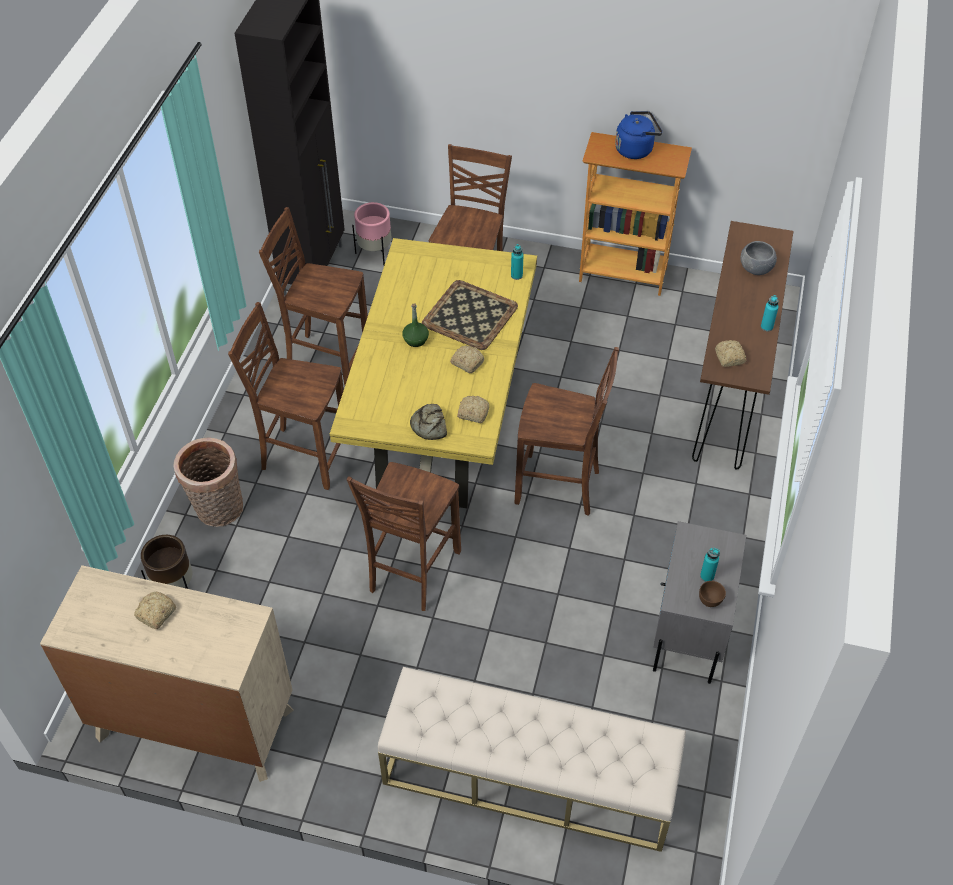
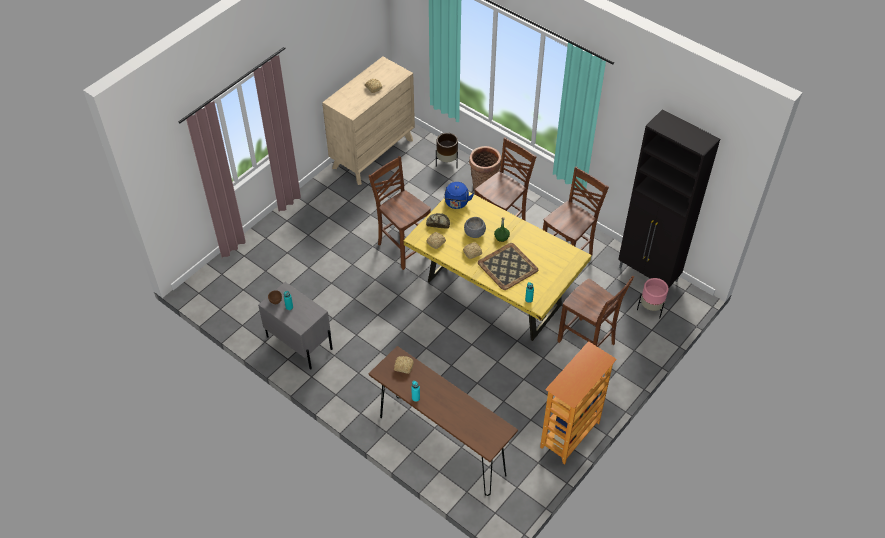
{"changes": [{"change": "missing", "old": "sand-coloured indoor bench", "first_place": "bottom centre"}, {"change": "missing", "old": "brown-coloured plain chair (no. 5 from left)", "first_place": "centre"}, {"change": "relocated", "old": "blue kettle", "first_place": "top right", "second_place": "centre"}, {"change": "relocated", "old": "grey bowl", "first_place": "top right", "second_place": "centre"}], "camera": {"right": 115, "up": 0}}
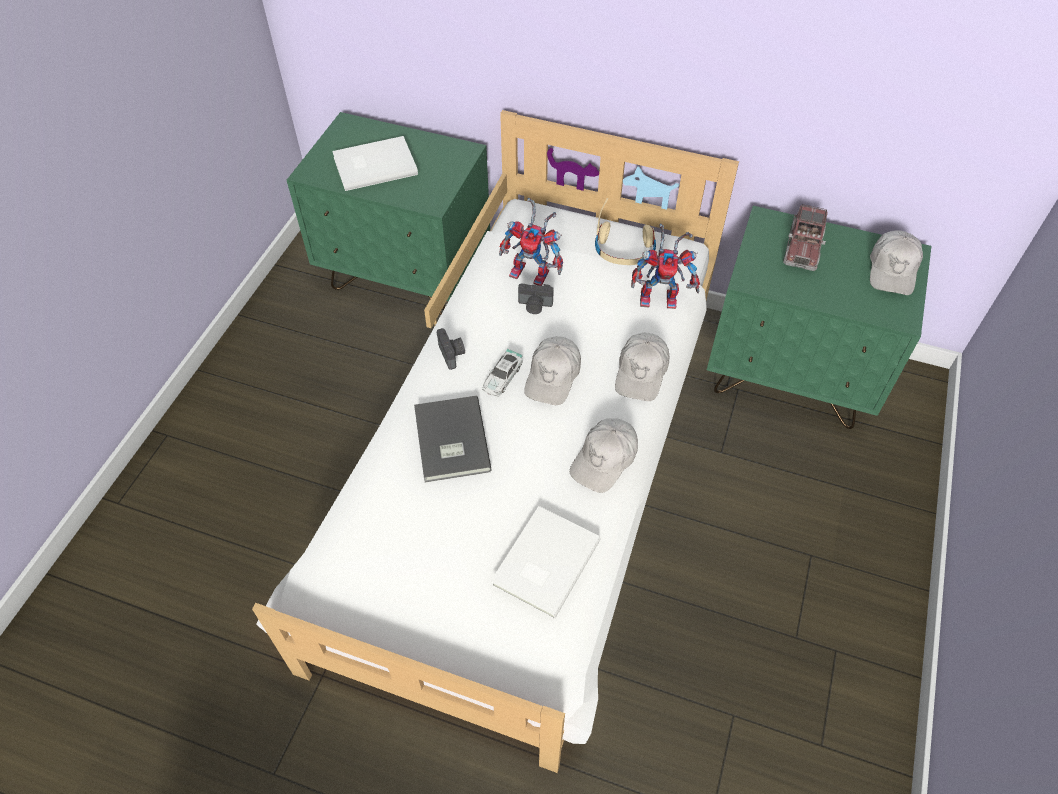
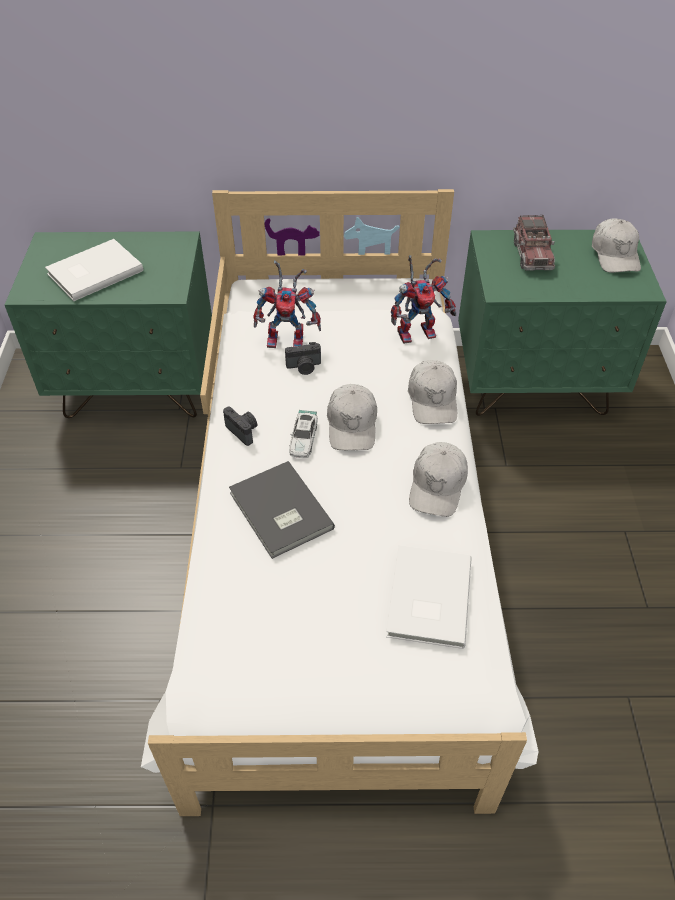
{"changes": [{"change": "missing", "old": "sand-coloured pair of headphones", "first_place": "top centre"}], "camera": {"right": -20, "up": -5}}
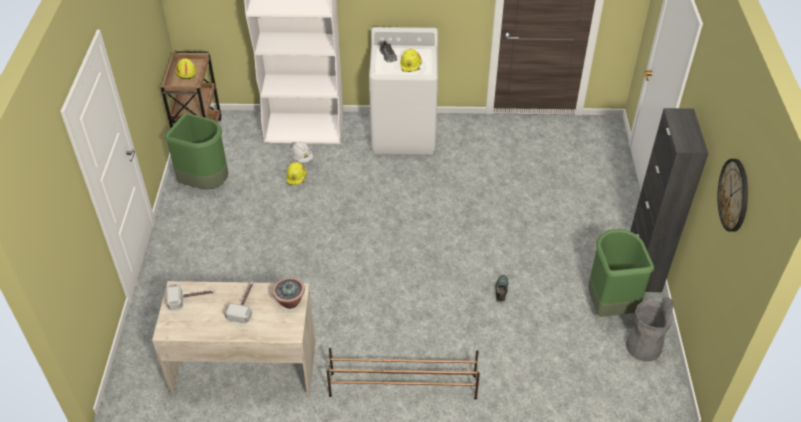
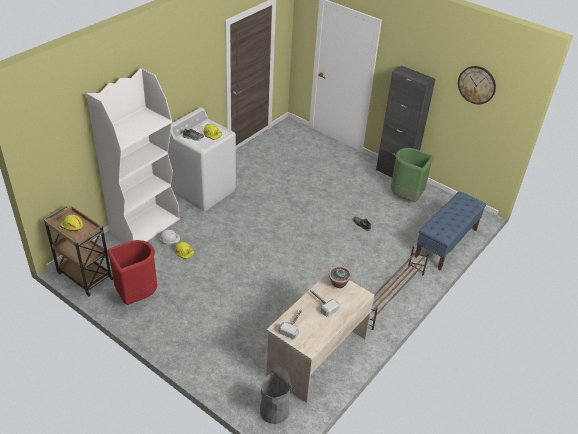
{"changes": [{"change": "colour", "old": "green trash can (no. 1 from left)", "new": "red-coloured trash can", "first_place": "middle left", "second_place": "middle left"}, {"change": "relocated", "old": "grey trash can", "first_place": "bottom right", "second_place": "bottom centre"}, {"change": "appeared", "new": "blue indoor bench", "second_place": "middle right"}], "camera": {"right": -55, "up": -5}}
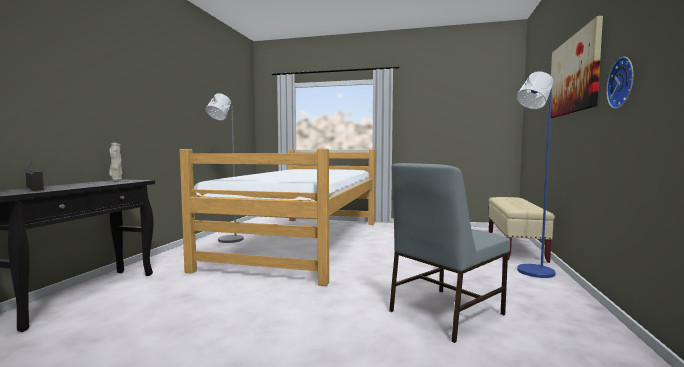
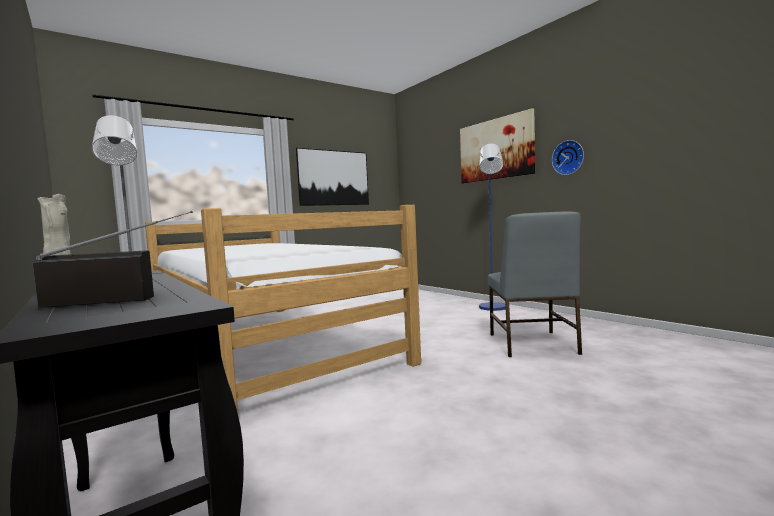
{"changes": [{"change": "missing", "old": "sand-coloured indoor bench", "first_place": "middle right"}, {"change": "appeared", "new": "wall art (no. 1 from left)", "second_place": "centre"}], "camera": {"right": -50, "up": 0}}
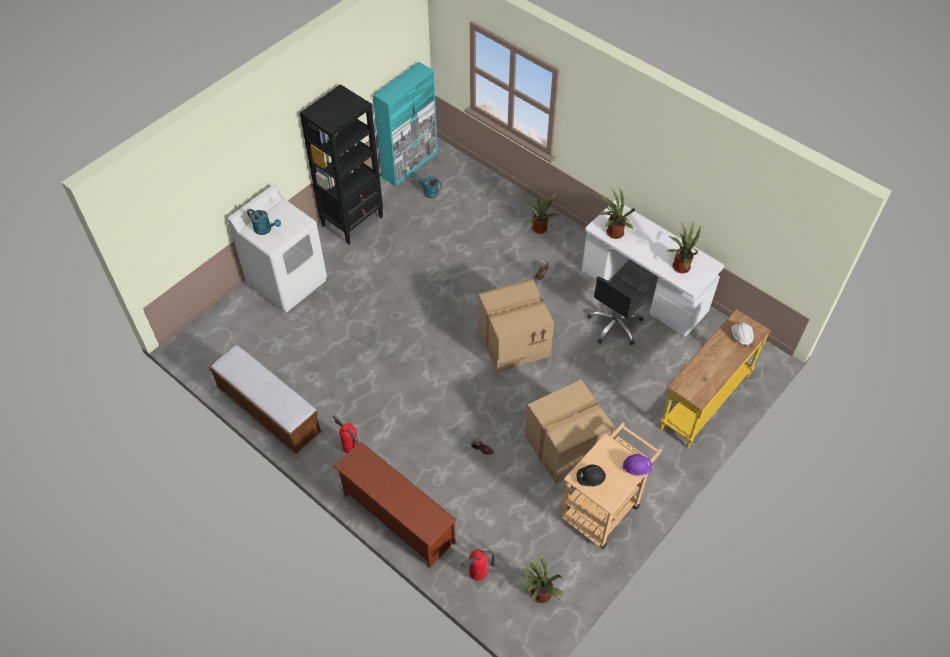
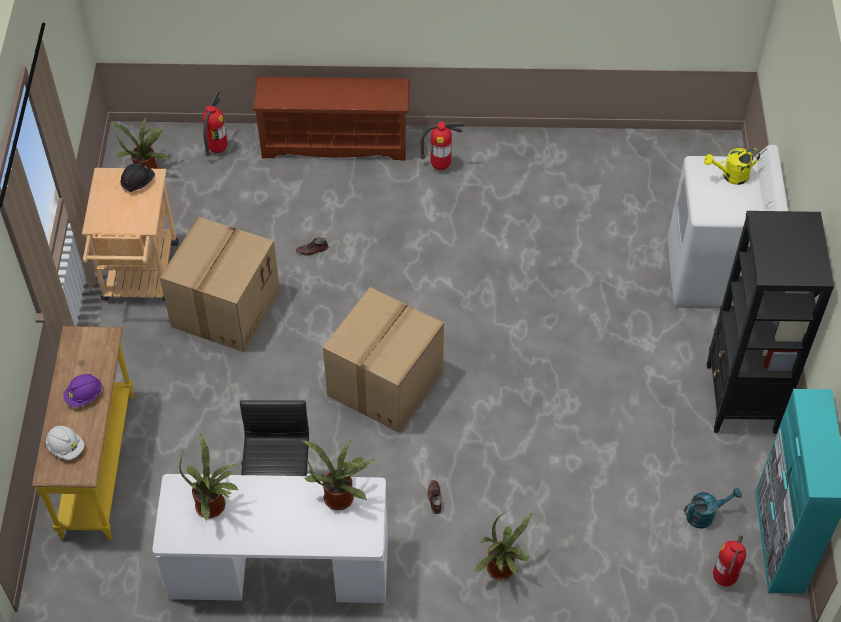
{"changes": [{"change": "missing", "old": "indoor bench", "first_place": "middle left"}, {"change": "colour", "old": "turquoise watering can (no. 1 from left)", "new": "yellow watering can", "first_place": "middle left", "second_place": "top right"}, {"change": "relocated", "old": "purplish safety helmet", "first_place": "bottom right", "second_place": "middle left"}, {"change": "appeared", "new": "fire-fighting cylinder (no. 3 from left)", "second_place": "bottom right"}], "camera": {"right": 140, "up": 0}}
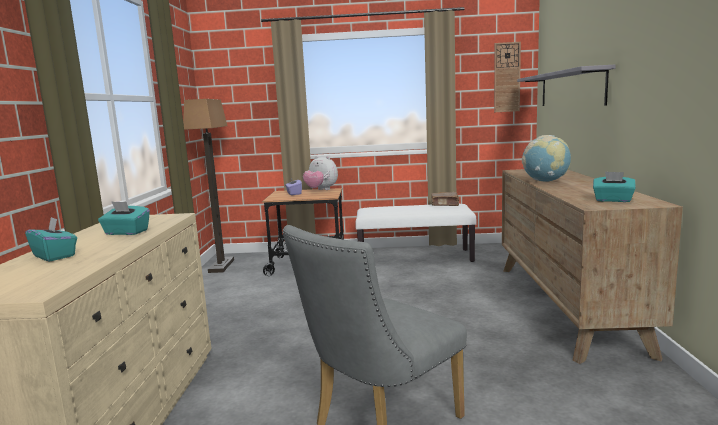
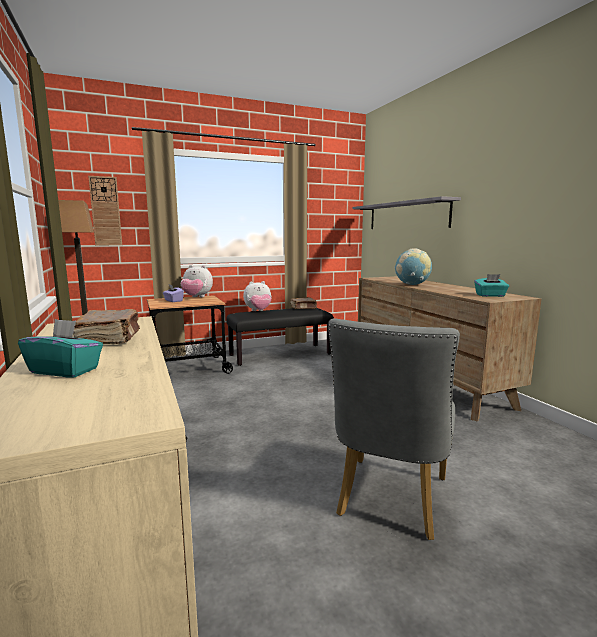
{"changes": [{"change": "exchanged", "old": "turquoise box of tissues (no. 2 from left)", "new": "brown-coloured book (no. 1 from left)", "first_place": "middle left", "second_place": "middle left"}, {"change": "colour", "old": "whitish indoor bench", "new": "black indoor bench", "first_place": "centre", "second_place": "centre"}, {"change": "relocated", "old": "clock on the wall", "first_place": "top right", "second_place": "top left"}, {"change": "appeared", "new": "soft toy (no. 2 from left)", "second_place": "centre"}], "camera": {"right": -25, "up": 0}}
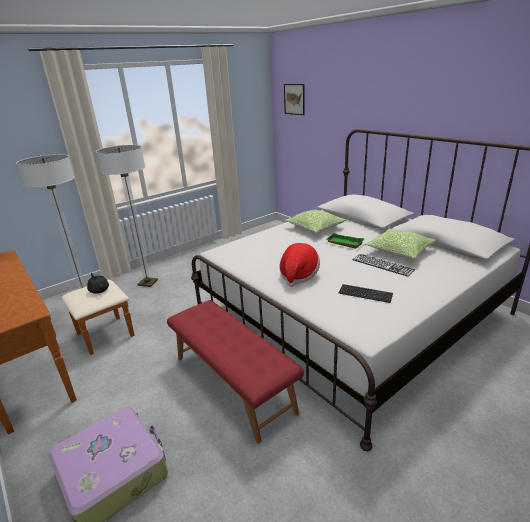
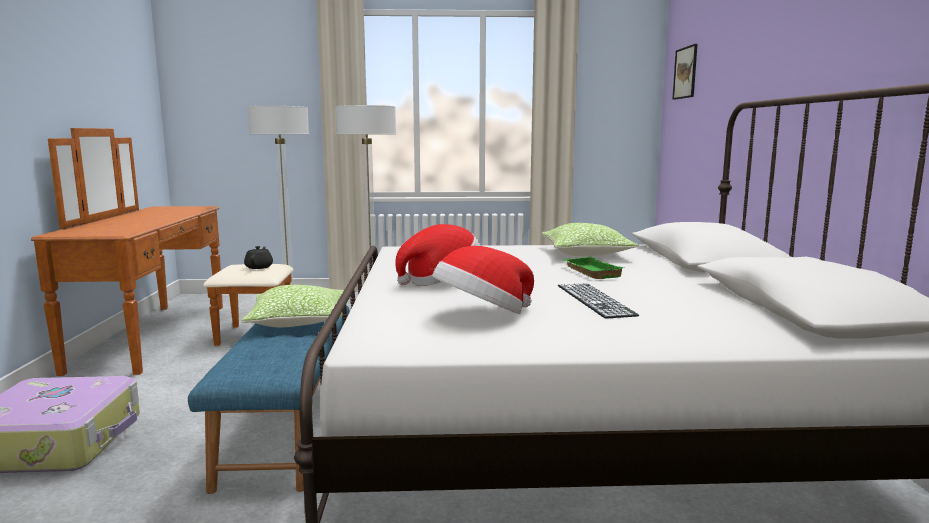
{"changes": [{"change": "colour", "old": "red-coloured indoor bench", "new": "blue indoor bench", "first_place": "bottom centre", "second_place": "bottom left"}, {"change": "exchanged", "old": "keyboard (no. 1 from left)", "new": "wearable hat (no. 2 from left)", "first_place": "middle right", "second_place": "centre"}, {"change": "relocated", "old": "pillow (no. 2 from left in the first image)", "new": "pillow (no. 1 from left)", "first_place": "middle right", "second_place": "middle left"}], "camera": {"right": 35, "up": -15}}
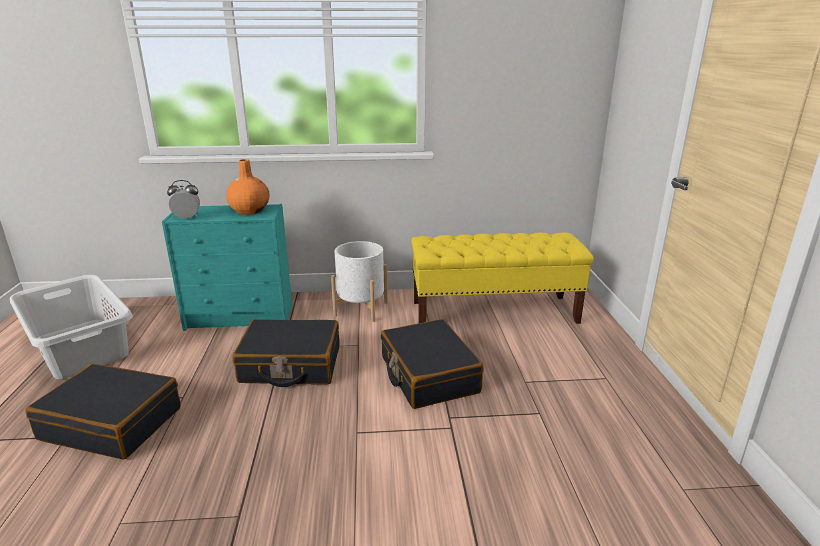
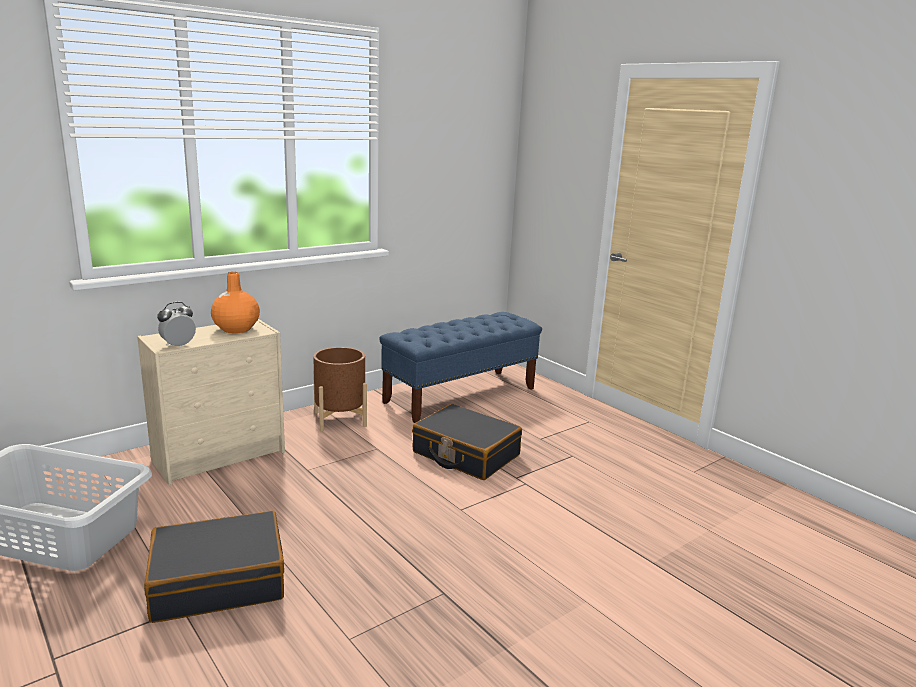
{"changes": [{"change": "colour", "old": "turquoise chest of drawers", "new": "sand-coloured chest of drawers", "first_place": "middle left", "second_place": "middle left"}, {"change": "missing", "old": "black travel case (no. 2 from left)", "first_place": "centre"}, {"change": "colour", "old": "whitish plant pot", "new": "brown-coloured plant pot", "first_place": "centre", "second_place": "centre"}, {"change": "colour", "old": "yellow indoor bench", "new": "blue indoor bench", "first_place": "centre", "second_place": "centre"}], "camera": {"right": -35, "up": -5}}
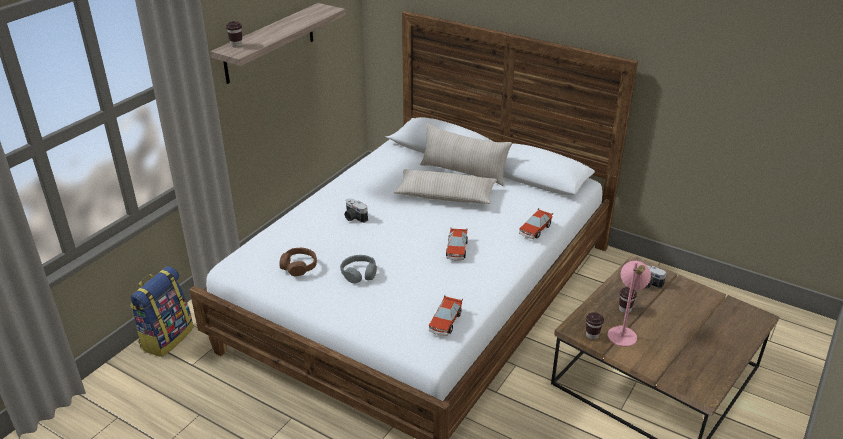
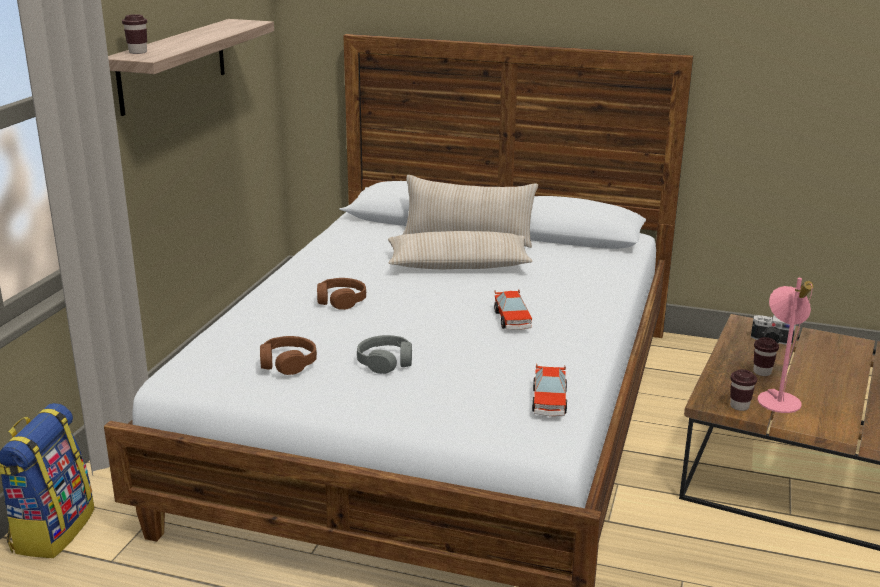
{"changes": [{"change": "exchanged", "old": "still camera (no. 1 from left)", "new": "brown-coloured pair of headphones (no. 2 from left)", "first_place": "centre", "second_place": "centre"}, {"change": "missing", "old": "model car (no. 3 from left)", "first_place": "centre"}], "camera": {"right": -15, "up": -10}}
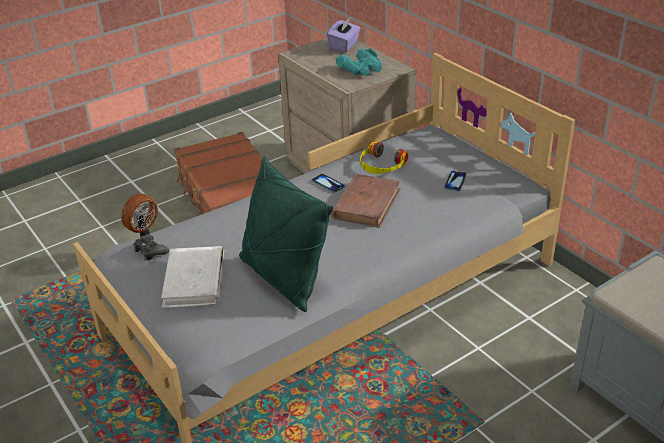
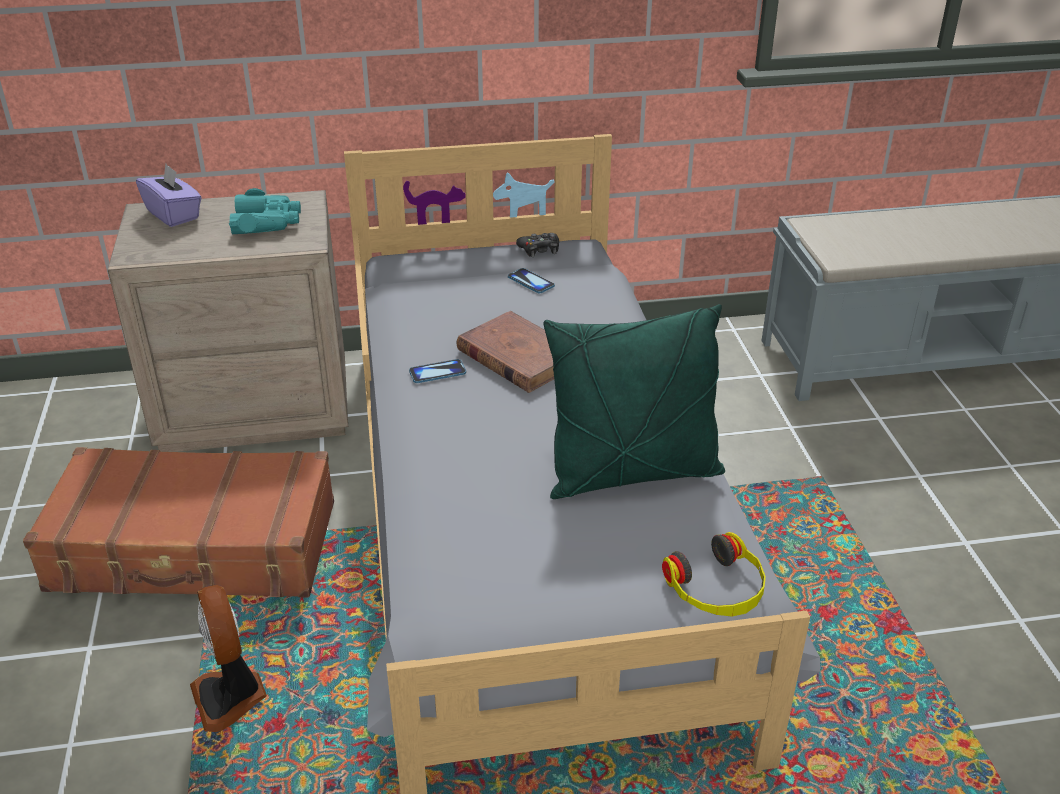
{"changes": [{"change": "relocated", "old": "black game controller", "first_place": "middle left", "second_place": "top centre"}, {"change": "missing", "old": "whitish book", "first_place": "middle left"}, {"change": "relocated", "old": "pair of headphones", "first_place": "centre", "second_place": "bottom right"}], "camera": {"right": -65, "up": 0}}
